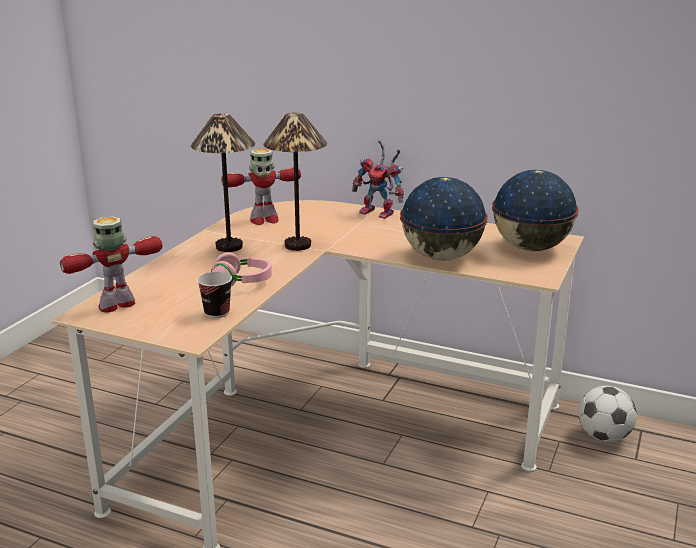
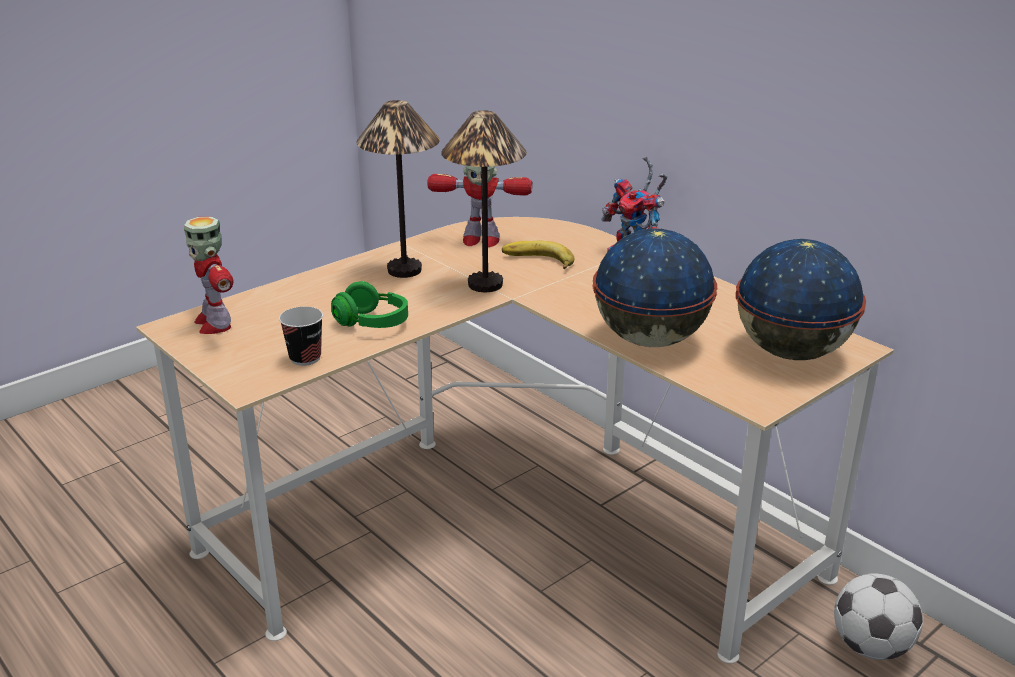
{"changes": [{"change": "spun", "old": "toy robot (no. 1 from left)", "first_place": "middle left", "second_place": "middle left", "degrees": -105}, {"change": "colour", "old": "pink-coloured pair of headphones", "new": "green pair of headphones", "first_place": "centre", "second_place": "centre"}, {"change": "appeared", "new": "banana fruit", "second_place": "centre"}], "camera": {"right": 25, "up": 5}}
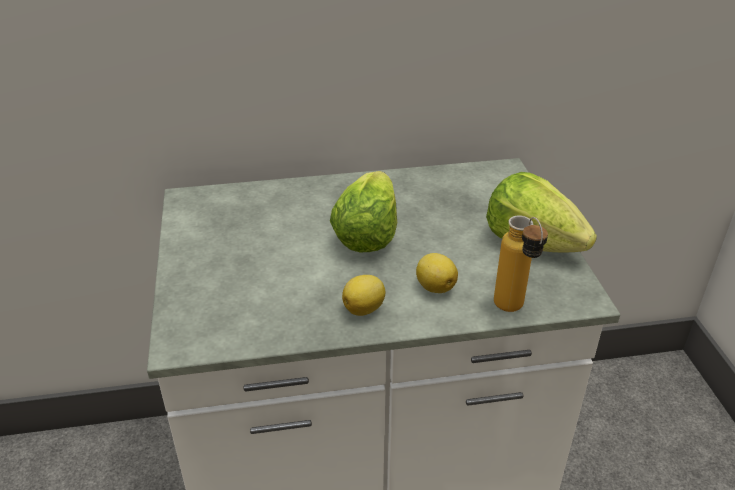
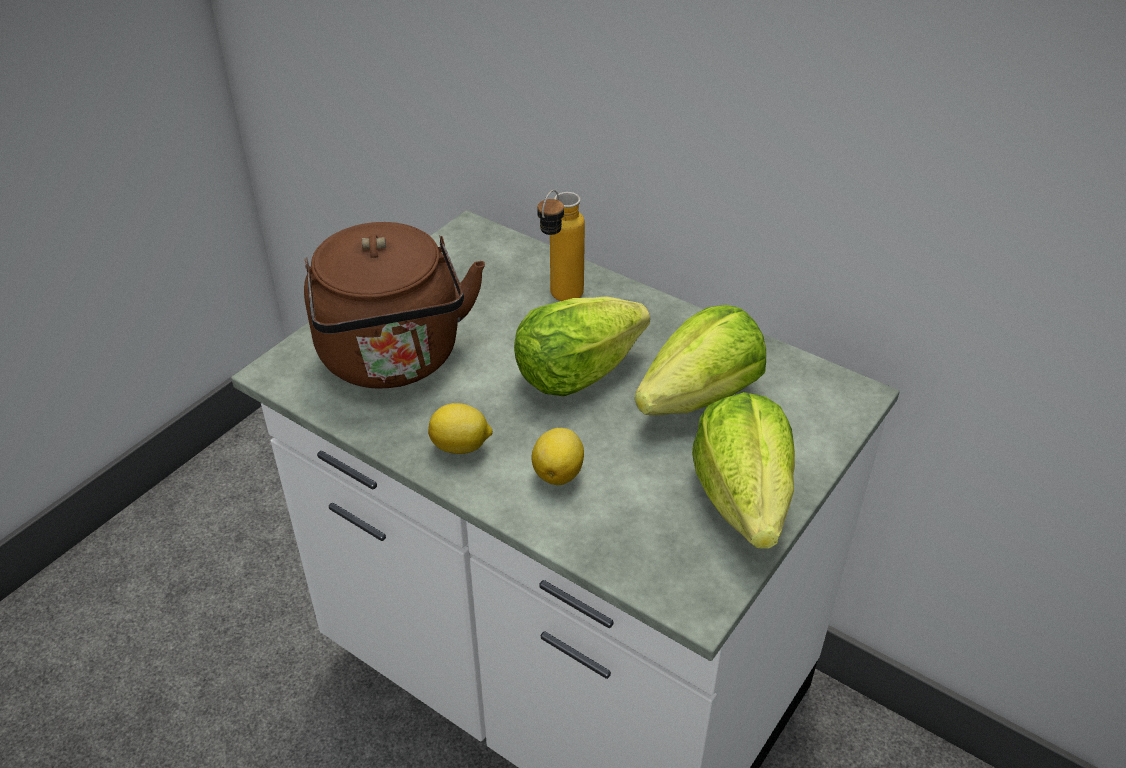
{"changes": [{"change": "relocated", "old": "drink bottle", "first_place": "middle right", "second_place": "top centre"}, {"change": "appeared", "new": "brown-coloured kettle", "second_place": "centre"}, {"change": "appeared", "new": "lettuce head (no. 2 from left)", "second_place": "centre"}], "camera": {"right": 45, "up": 5}}
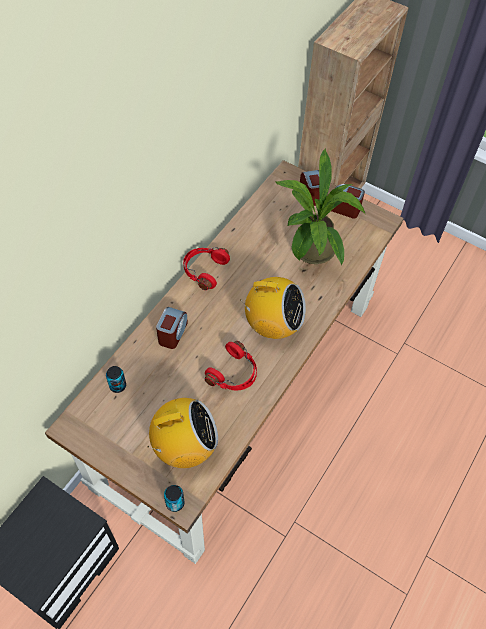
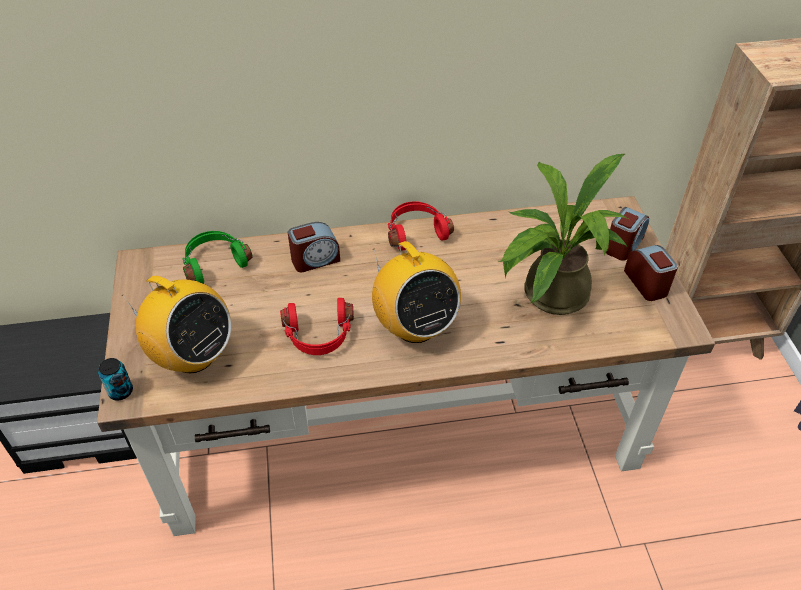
{"changes": [{"change": "exchanged", "old": "sealed can (no. 1 from left)", "new": "green pair of headphones", "first_place": "middle left", "second_place": "middle left"}], "camera": {"right": 50, "up": -10}}
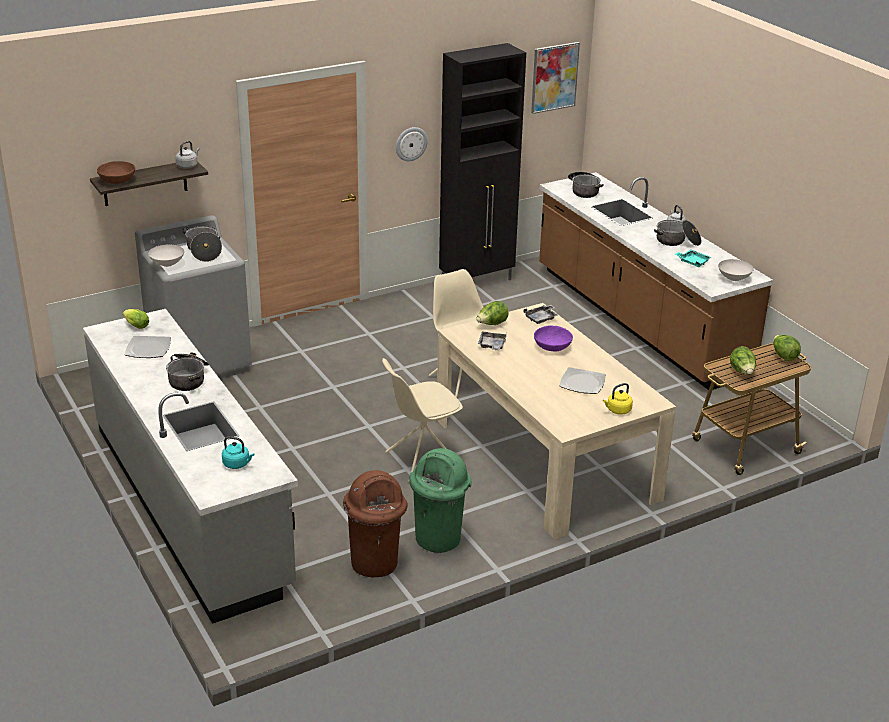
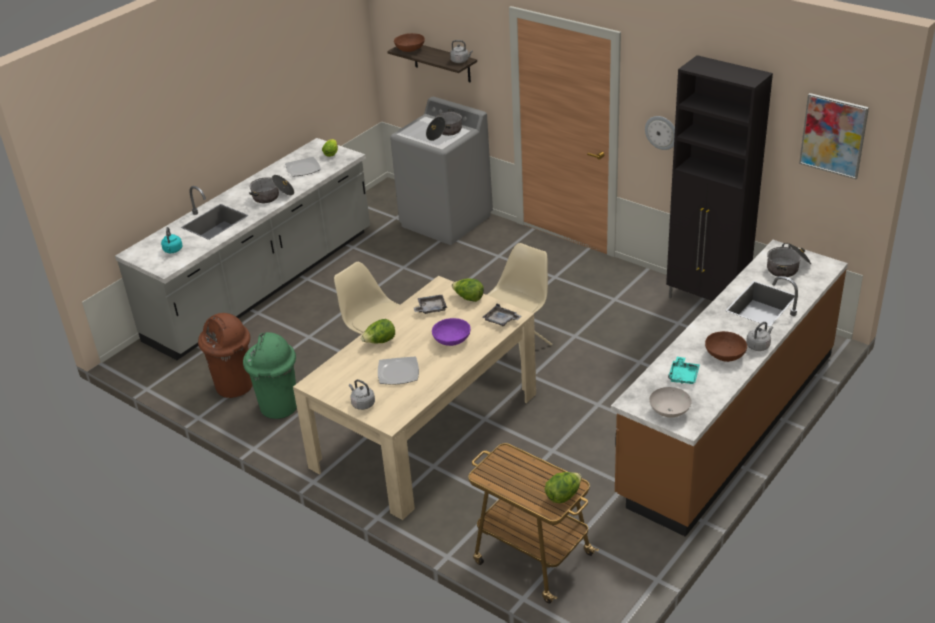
{"changes": [{"change": "missing", "old": "whitish bowl (no. 1 from left)", "first_place": "middle left"}, {"change": "colour", "old": "yellow kettle", "new": "grey kettle (no. 1 from left)", "first_place": "middle right", "second_place": "centre"}, {"change": "exchanged", "old": "saucepot (no. 4 from left)", "new": "brown-coloured bowl (no. 2 from left)", "first_place": "top right", "second_place": "middle right"}, {"change": "relocated", "old": "lettuce head (no. 3 from left in the first image)", "new": "lettuce head (no. 2 from left)", "first_place": "middle right", "second_place": "centre"}], "camera": {"right": 70, "up": 5}}
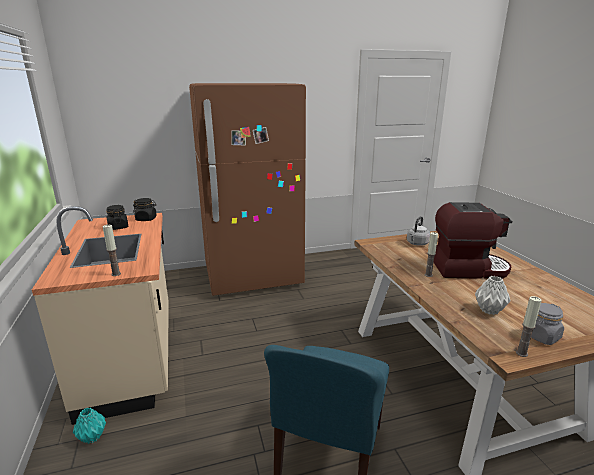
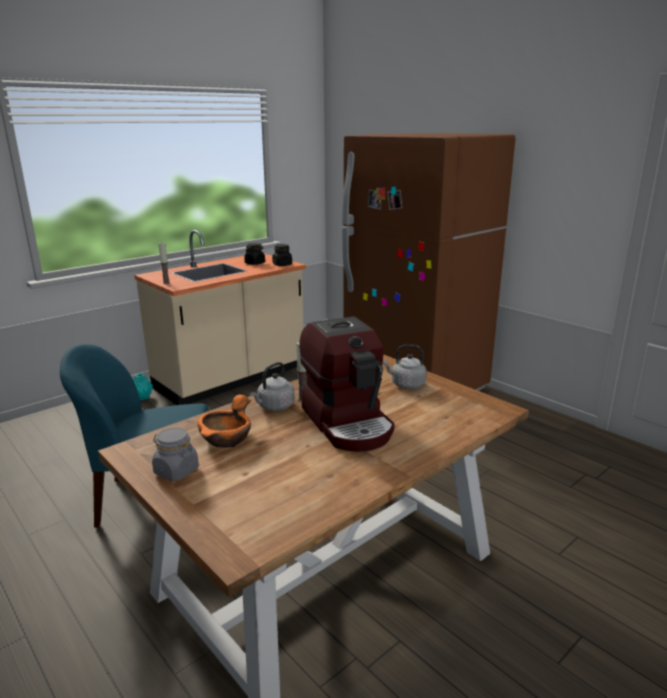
{"changes": [{"change": "exchanged", "old": "grey vase", "new": "orangey bowl", "first_place": "middle right", "second_place": "centre"}, {"change": "missing", "old": "candle (no. 3 from left)", "first_place": "bottom right"}, {"change": "appeared", "new": "grey kettle (no. 1 from left)", "second_place": "centre"}], "camera": {"right": 65, "up": 0}}
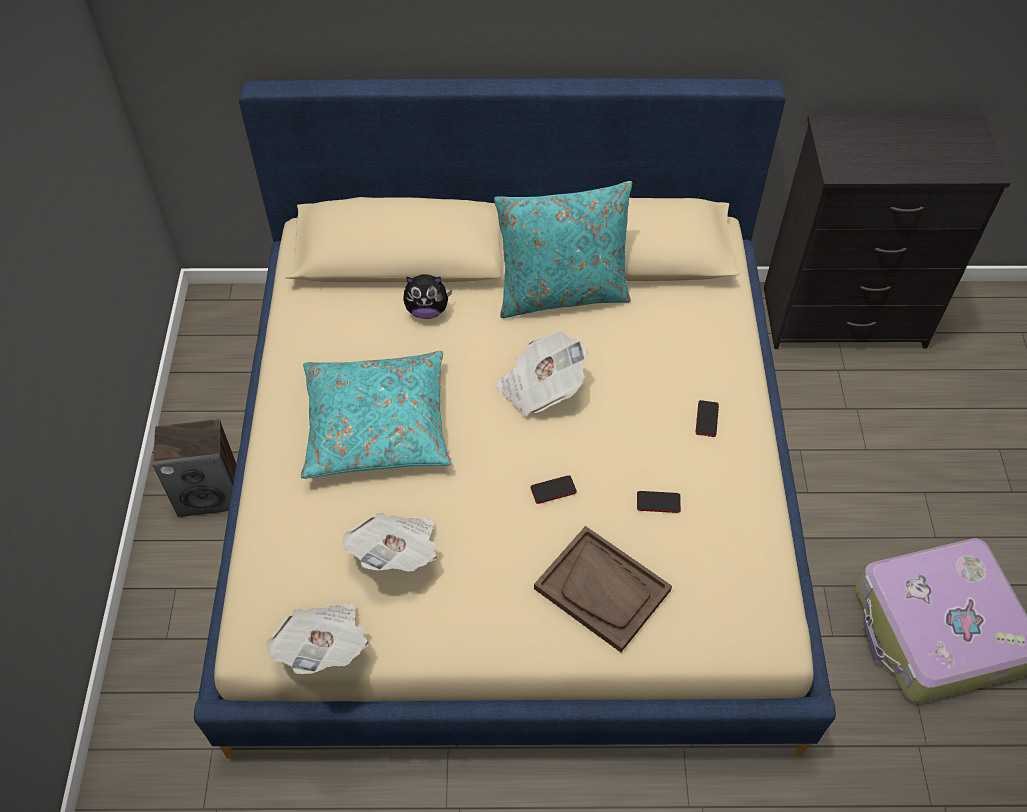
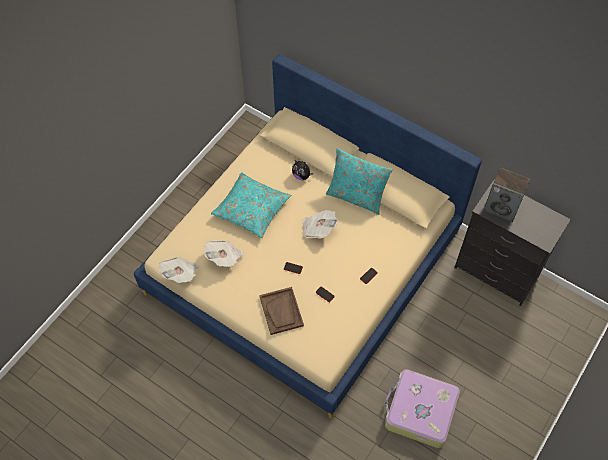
{"changes": [{"change": "relocated", "old": "loudspeaker", "first_place": "middle left", "second_place": "middle right"}], "camera": {"right": 35, "up": 5}}
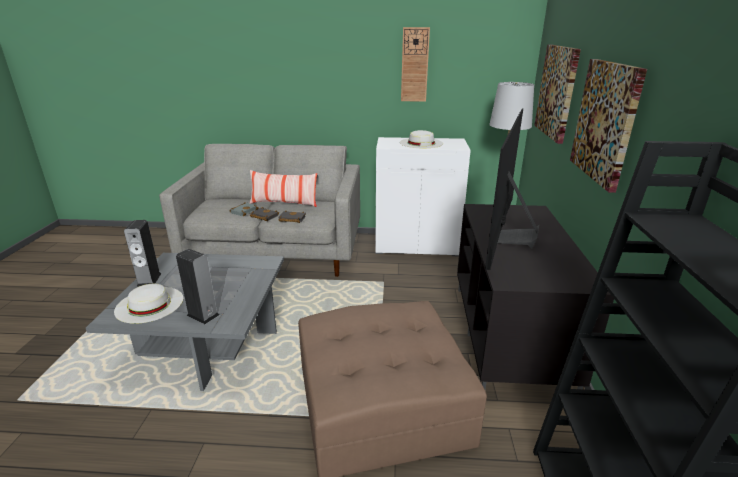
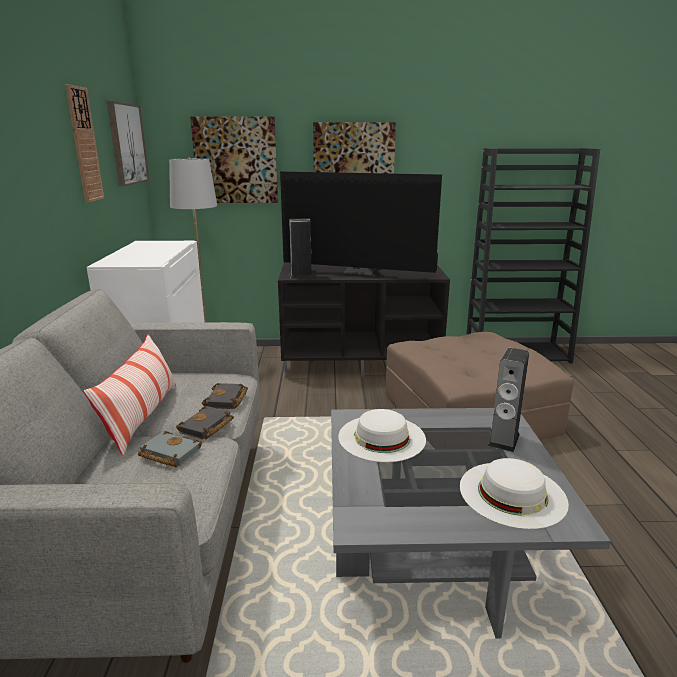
{"changes": [{"change": "relocated", "old": "loudspeaker (no. 1 from left)", "first_place": "middle left", "second_place": "centre"}, {"change": "relocated", "old": "whitish wearable hat (no. 2 from left in the first image)", "new": "whitish wearable hat (no. 1 from left)", "first_place": "top centre", "second_place": "centre"}, {"change": "appeared", "new": "wall art (no. 1 from left)", "second_place": "top left"}], "camera": {"right": -95, "up": -5}}
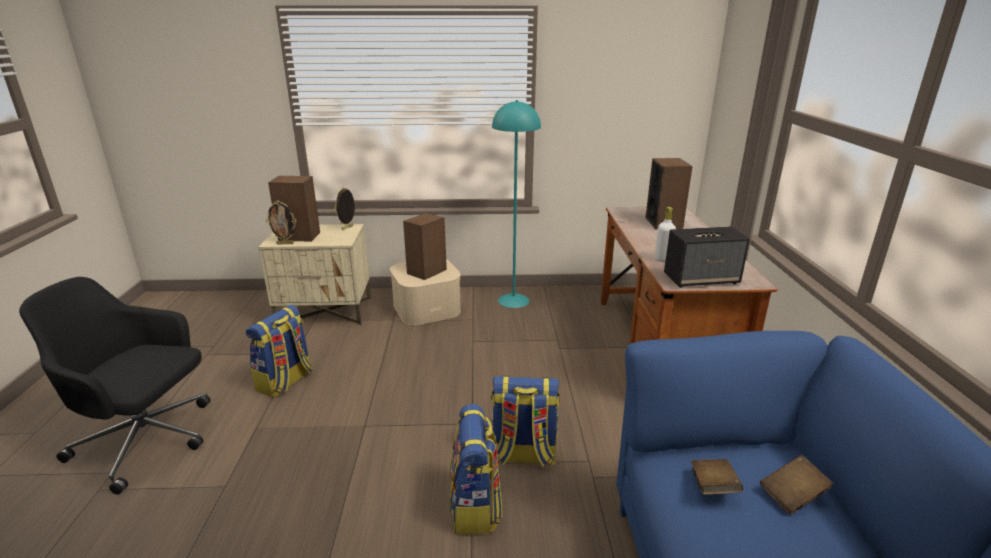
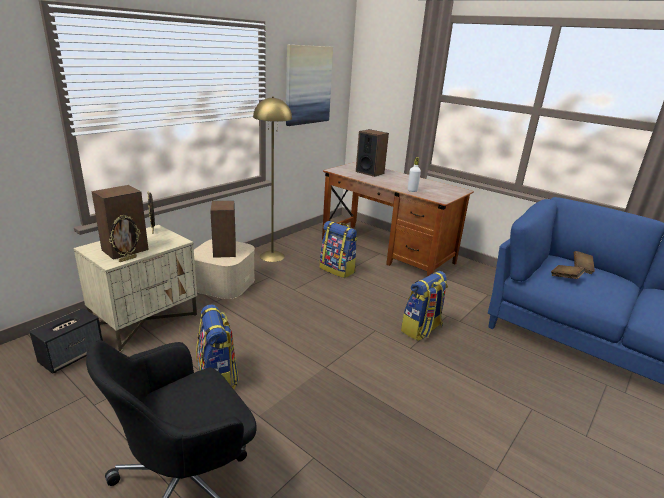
{"changes": [{"change": "relocated", "old": "knapsack (no. 2 from left)", "first_place": "bottom centre", "second_place": "centre"}, {"change": "colour", "old": "turquoise standard lamp", "new": "yellow standard lamp", "first_place": "centre", "second_place": "centre"}, {"change": "relocated", "old": "loudspeaker (no. 4 from left in the first image)", "new": "loudspeaker (no. 1 from left)", "first_place": "middle right", "second_place": "bottom left"}, {"change": "appeared", "new": "wall art", "second_place": "top centre"}], "camera": {"right": -50, "up": 0}}
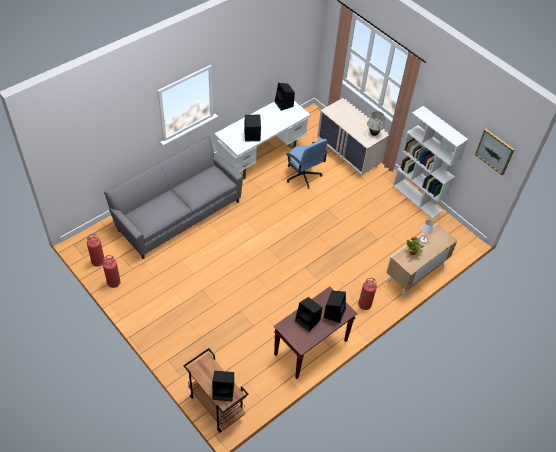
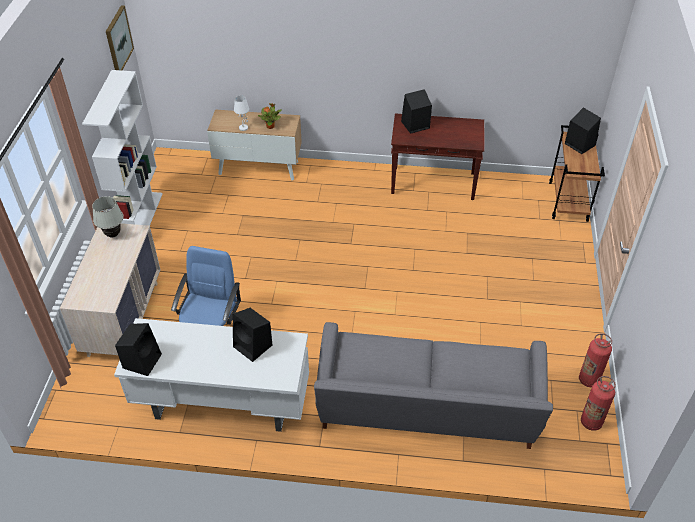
{"changes": [{"change": "missing", "old": "black loudspeaker (no. 4 from left)", "first_place": "bottom centre"}, {"change": "missing", "old": "fire-fighting cylinder (no. 3 from left)", "first_place": "centre"}], "camera": {"right": -130, "up": -5}}
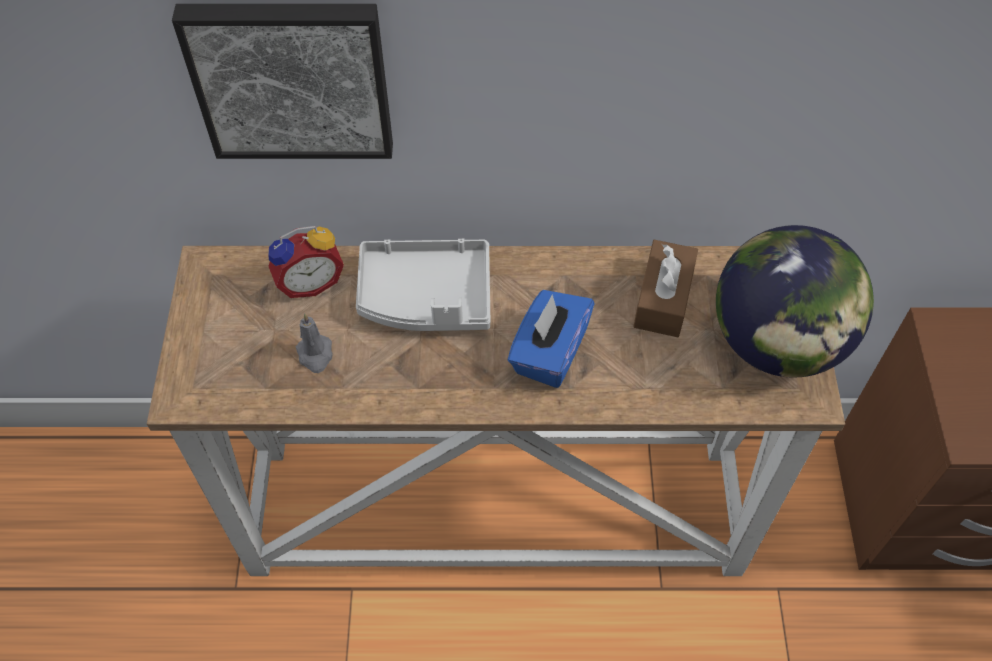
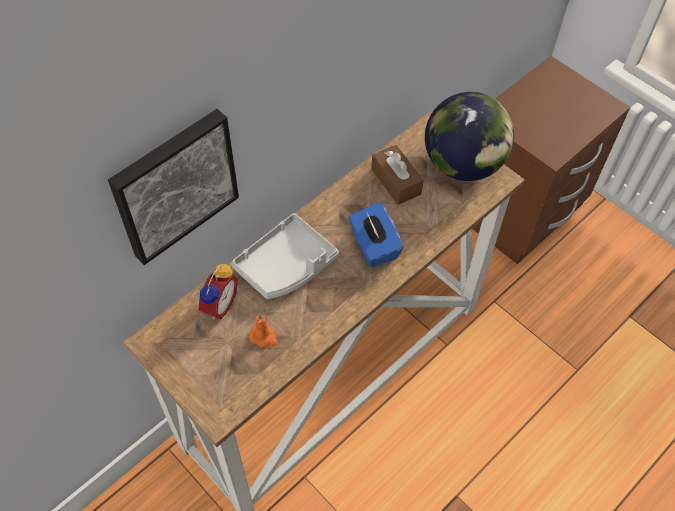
{"changes": [{"change": "colour", "old": "grey candle", "new": "orangey candle", "first_place": "middle left", "second_place": "centre"}], "camera": {"right": -45, "up": 0}}
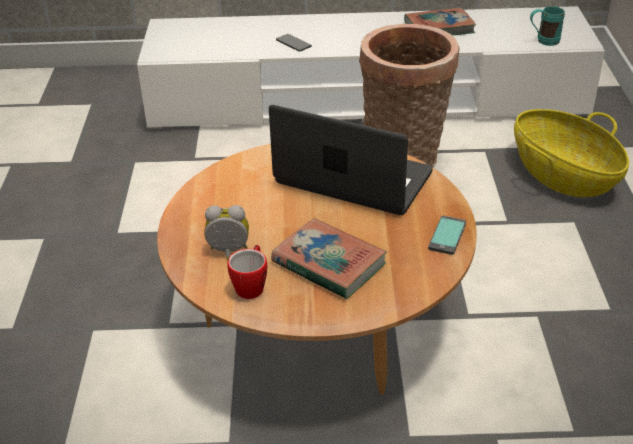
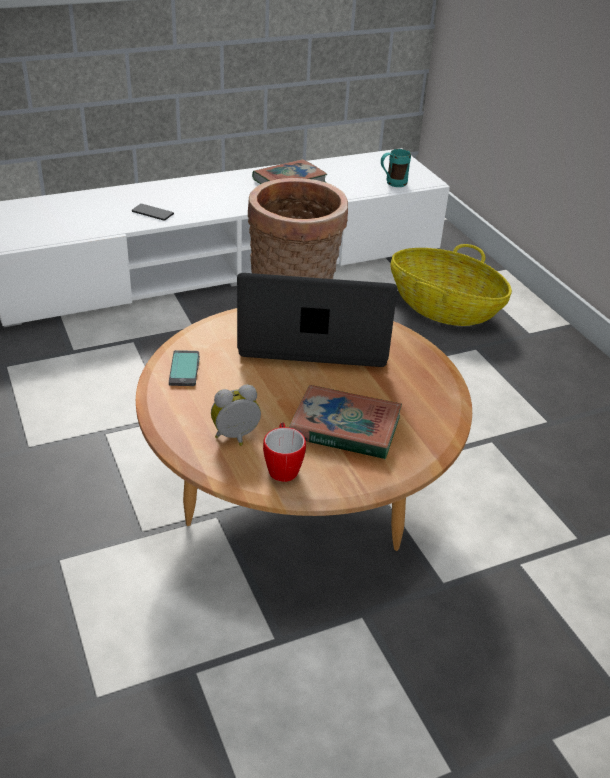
{"changes": [{"change": "relocated", "old": "telephone (no. 2 from left)", "first_place": "middle right", "second_place": "middle left"}], "camera": {"right": -25, "up": 0}}
